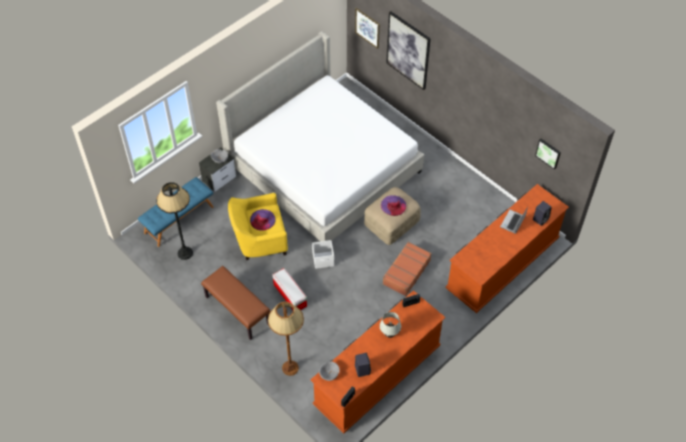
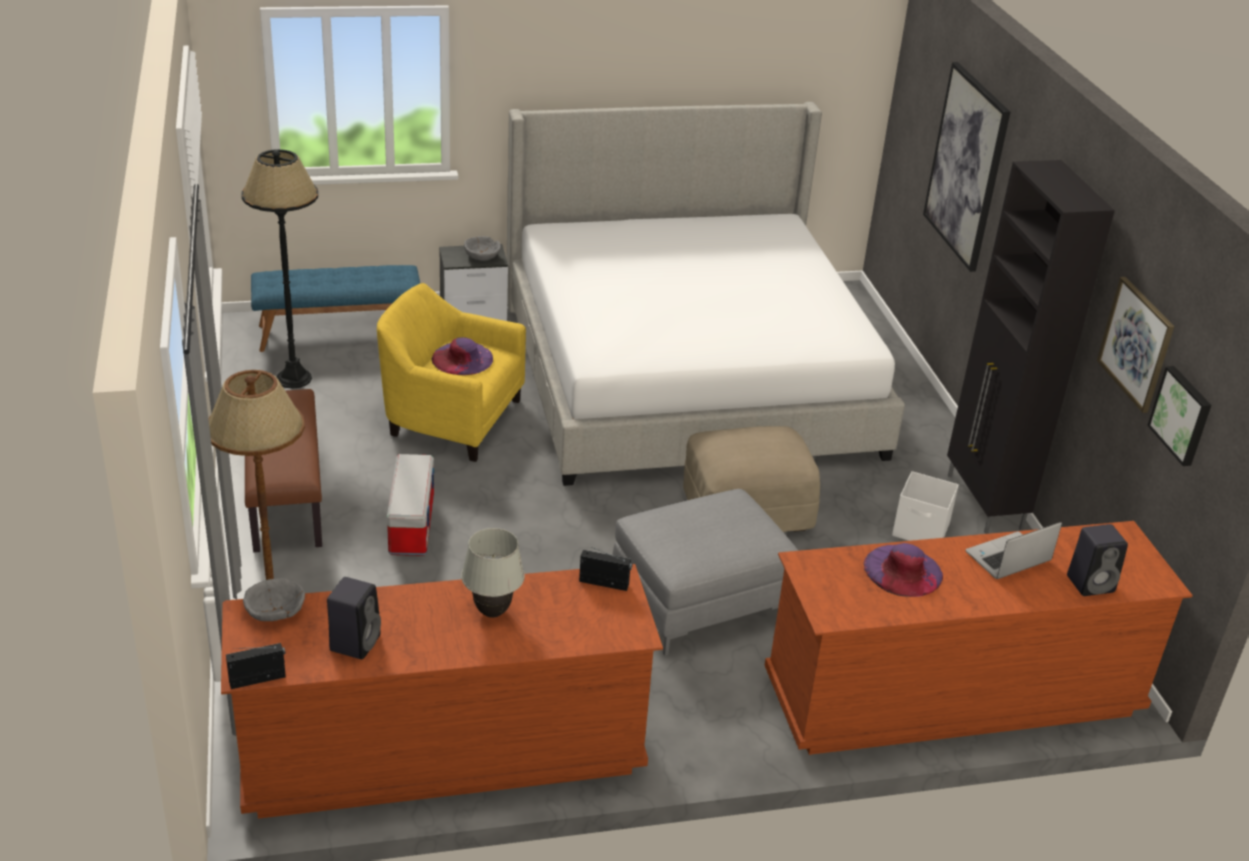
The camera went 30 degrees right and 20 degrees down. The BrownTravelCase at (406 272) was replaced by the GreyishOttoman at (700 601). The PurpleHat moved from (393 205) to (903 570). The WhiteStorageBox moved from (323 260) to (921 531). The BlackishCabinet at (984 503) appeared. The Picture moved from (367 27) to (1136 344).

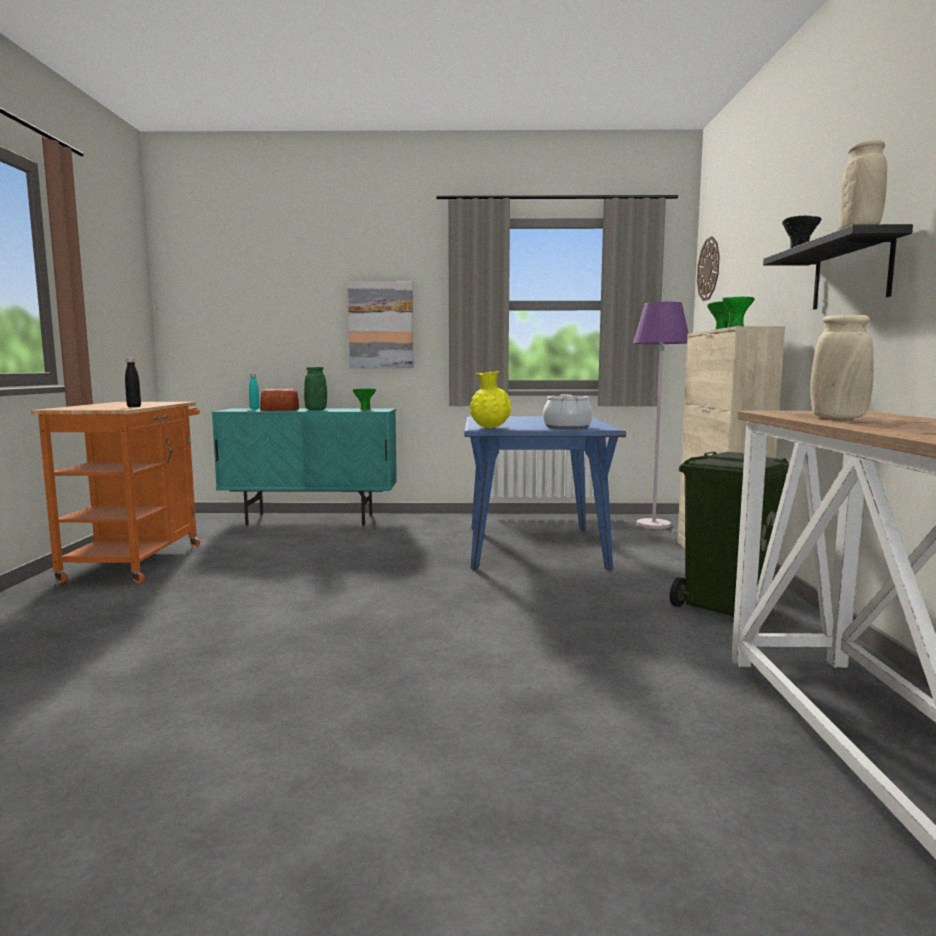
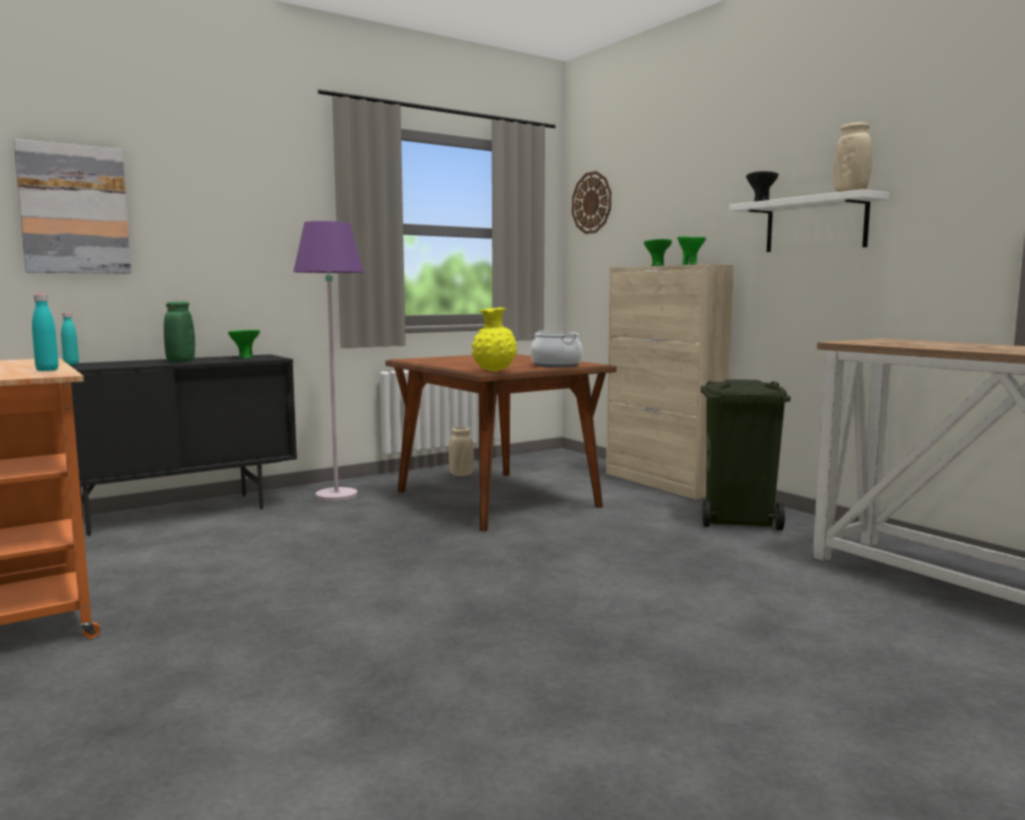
The camera went 35 degrees left and 0 degrees up. The Picture moved from (381 325) to (74 210). The BlackishBottle at (134 407) became the BlueGreenBottle at (47 370). The BlueGreenCabinet at (311 520) became the BlackishCabinet at (174 513). The PurpleStandingLamp moved from (653 525) to (336 496). The BlueDiningTable at (534 547) became the BrownDiningTable at (497 499). The BeigeColouredDecorativeVase moved from (838 418) to (461 475). The BlackishShelf at (851 273) became the WhiteShelf at (815 225). The BakeryBread at (279 410) disappeared.

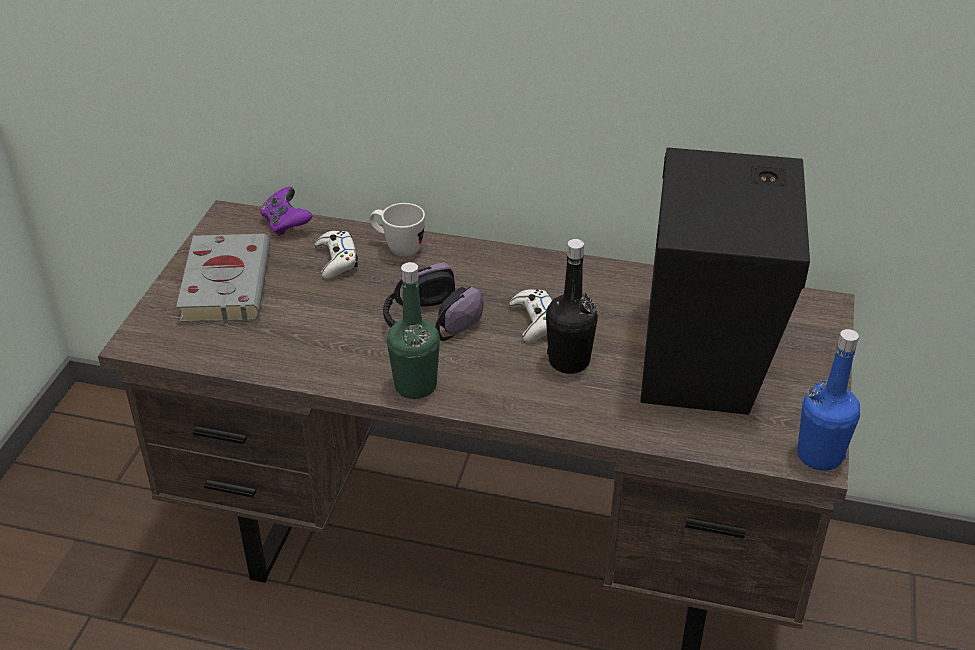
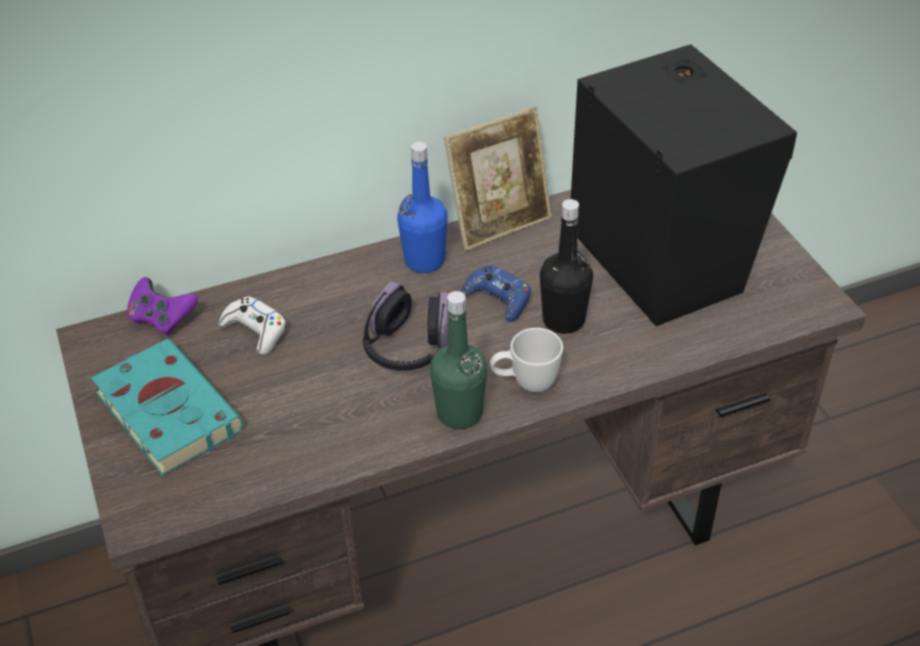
The camera went 35 degrees left and 5 degrees up. The GreyishBook at (226 282) became the BlueGreenBook at (165 409). The BlueBottle moved from (819 455) to (424 261). The StandingFrame at (499 224) appeared. The WhiteGamepad at (534 321) became the BlueGamepad at (498 299). The WhiteCoffeeMug moved from (397 248) to (525 383).

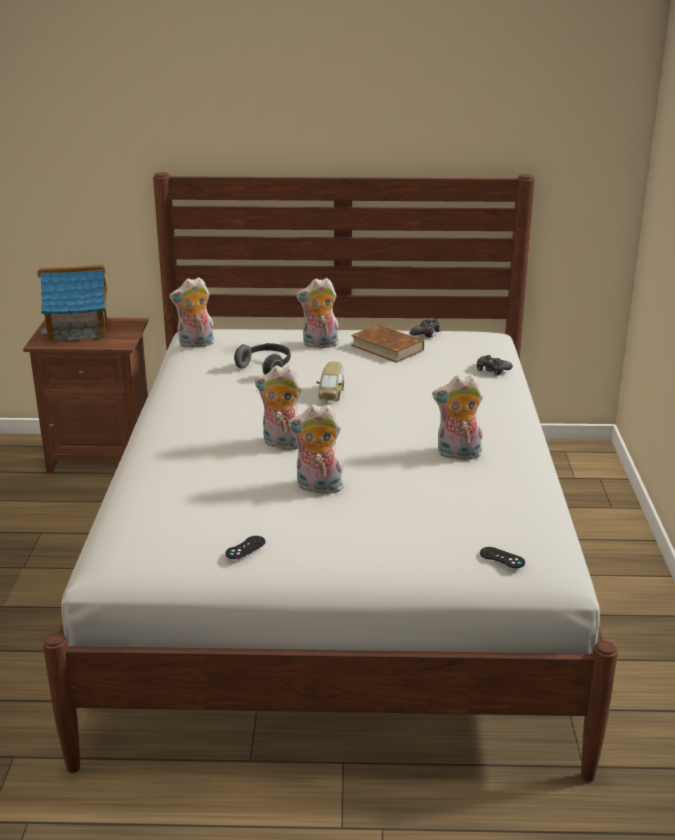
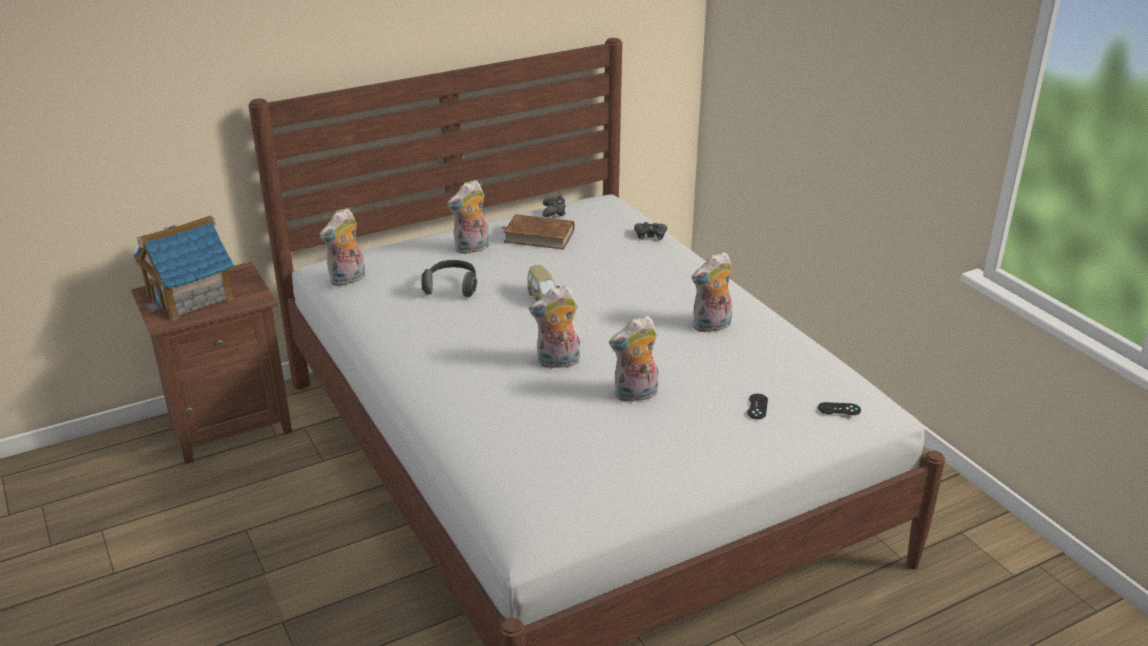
The camera went 30 degrees left and 5 degrees up. The BlackishGamepad moved from (245 548) to (757 406).

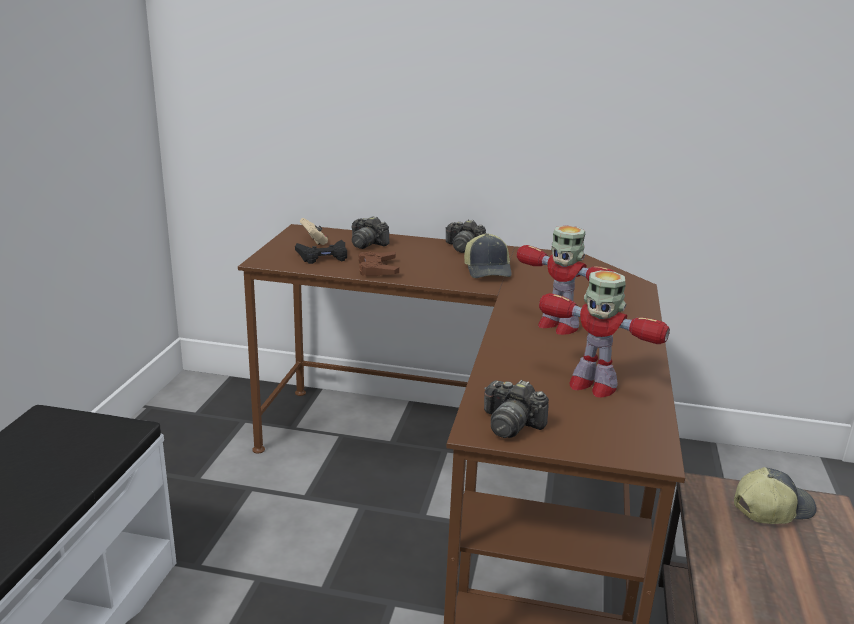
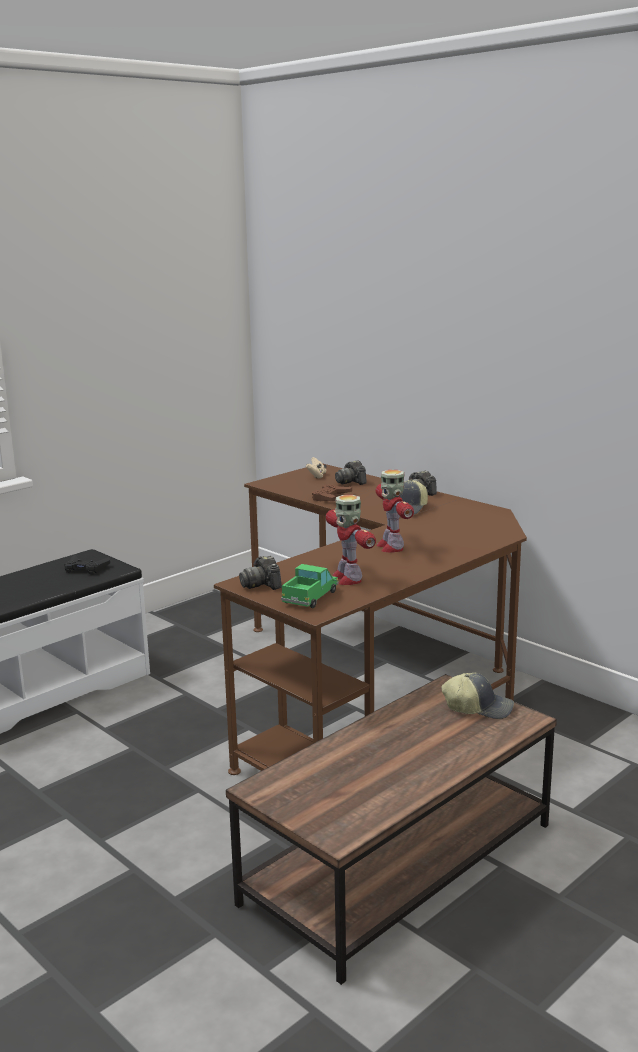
The camera went 35 degrees right and 5 degrees down. The BlackishGamepad moved from (323 256) to (86 568). The ToyTruck at (310 597) appeared.

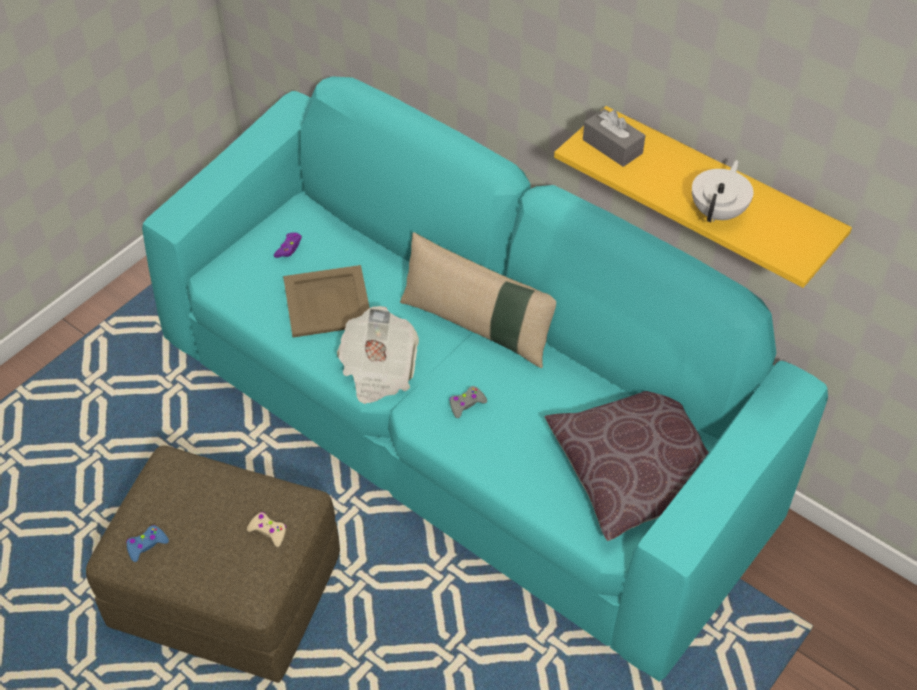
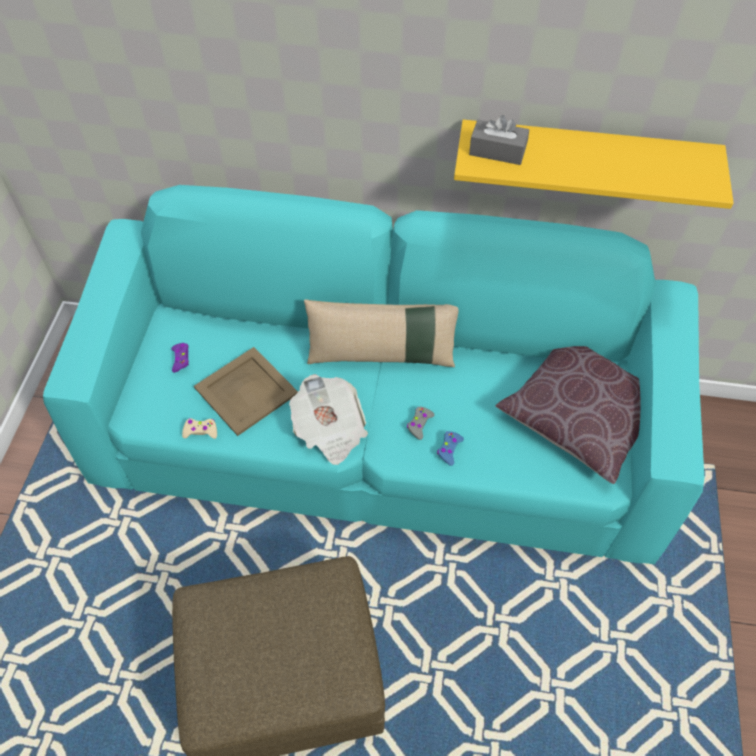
The camera went 30 degrees left and 5 degrees up. The BeigeColouredGamepad moved from (268 531) to (200 431). The BlueGamepad moved from (146 545) to (449 449). The WhiteTeapot at (718 212) disappeared.

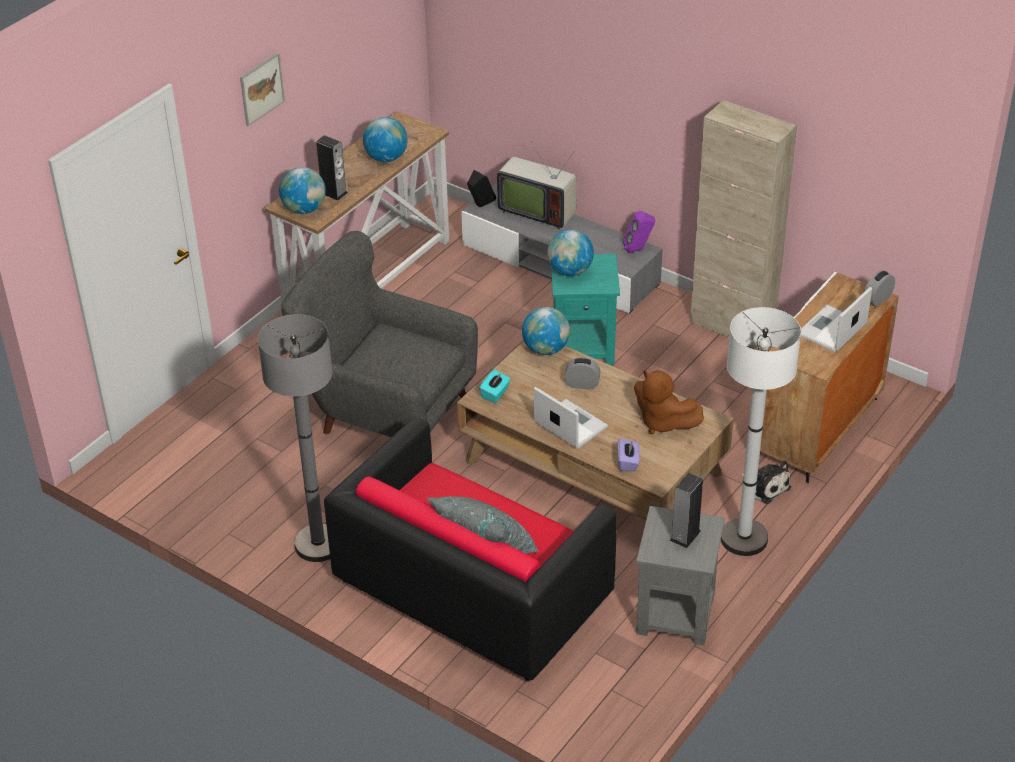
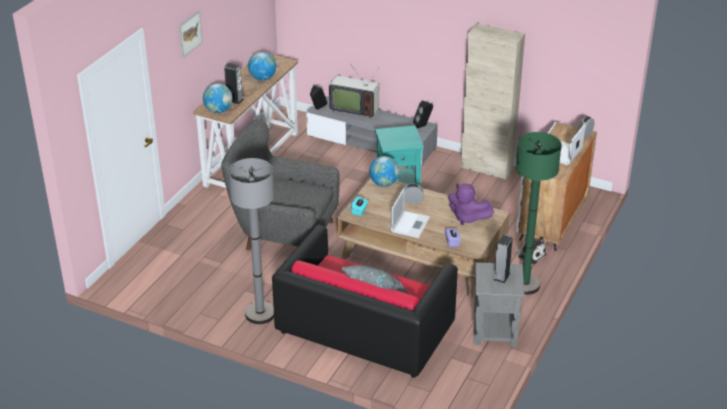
The camera went 10 degrees left and 5 degrees down. The NotebookComputer at (569 424) turned 75 degrees clockwise. The PurpleSpeaker at (639 250) became the BlackishSpeaker at (423 126). The BrownSoftToy at (663 422) became the PurpleSoftToy at (467 218). The WhiteStandingLamp at (744 538) became the GreenStandingLamp at (525 285). The DeskGlobe at (570 271) disappeared.

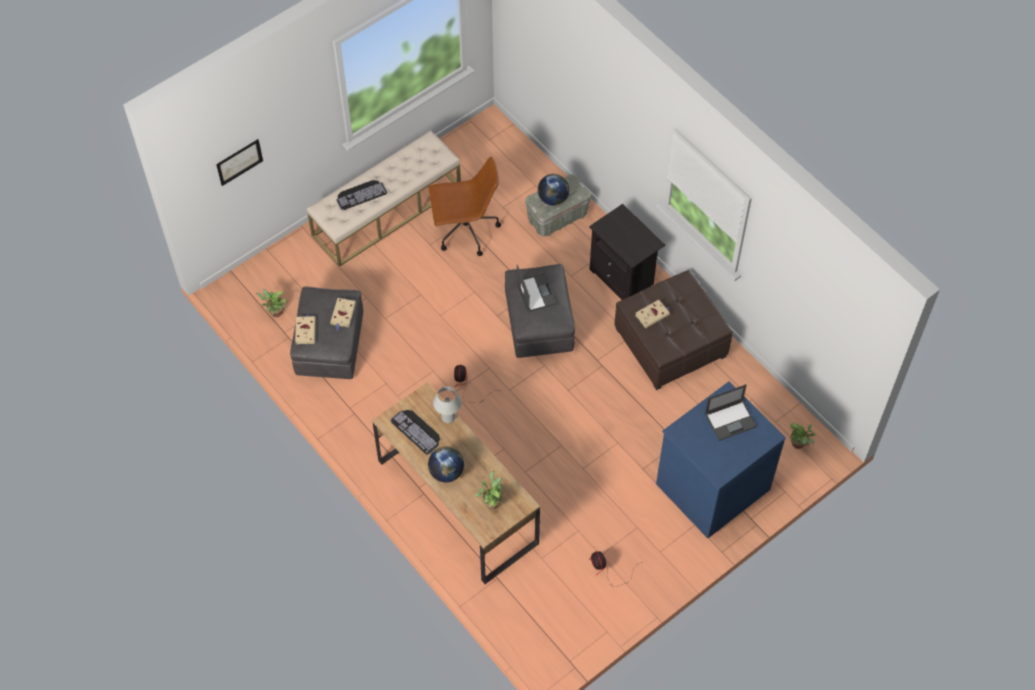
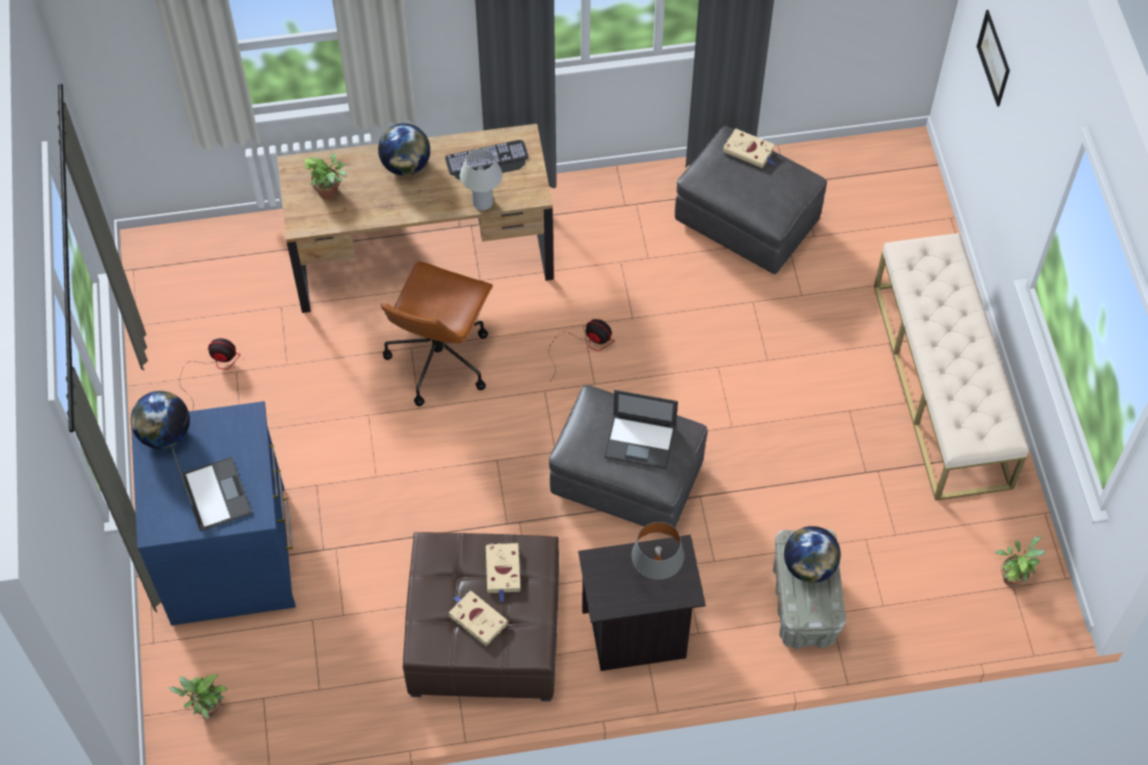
The camera went 120 degrees right and 0 degrees up. The DeskGlobe at (165 434) appeared. The NotebookComputer at (731 420) turned 150 degrees clockwise. The BrownComputerChair moved from (465 231) to (439 358). The BeigeColouredBook moved from (343 315) to (477 619). The GreyishLampForATable at (655 576) appeared. The PlantInAPot moved from (275 312) to (1013 576). The Keyboard at (361 194) disappeared.

